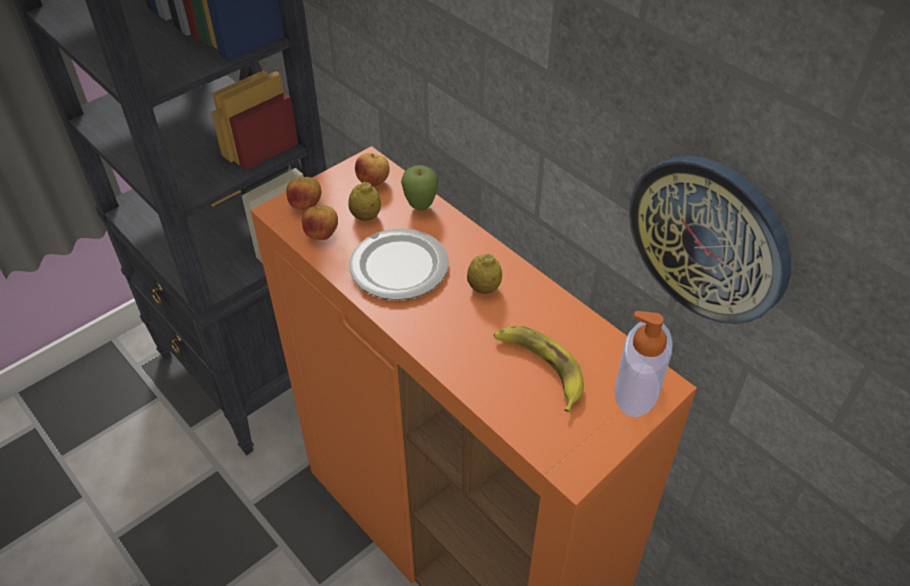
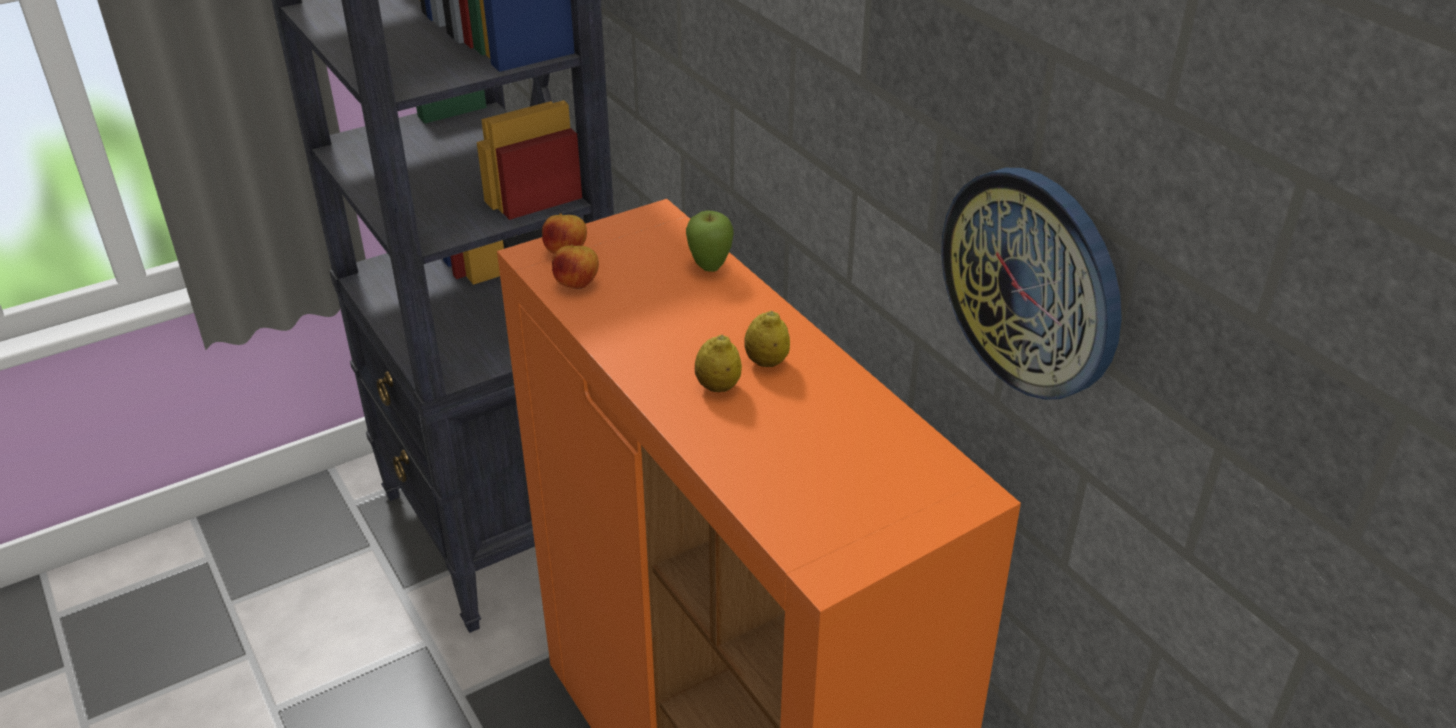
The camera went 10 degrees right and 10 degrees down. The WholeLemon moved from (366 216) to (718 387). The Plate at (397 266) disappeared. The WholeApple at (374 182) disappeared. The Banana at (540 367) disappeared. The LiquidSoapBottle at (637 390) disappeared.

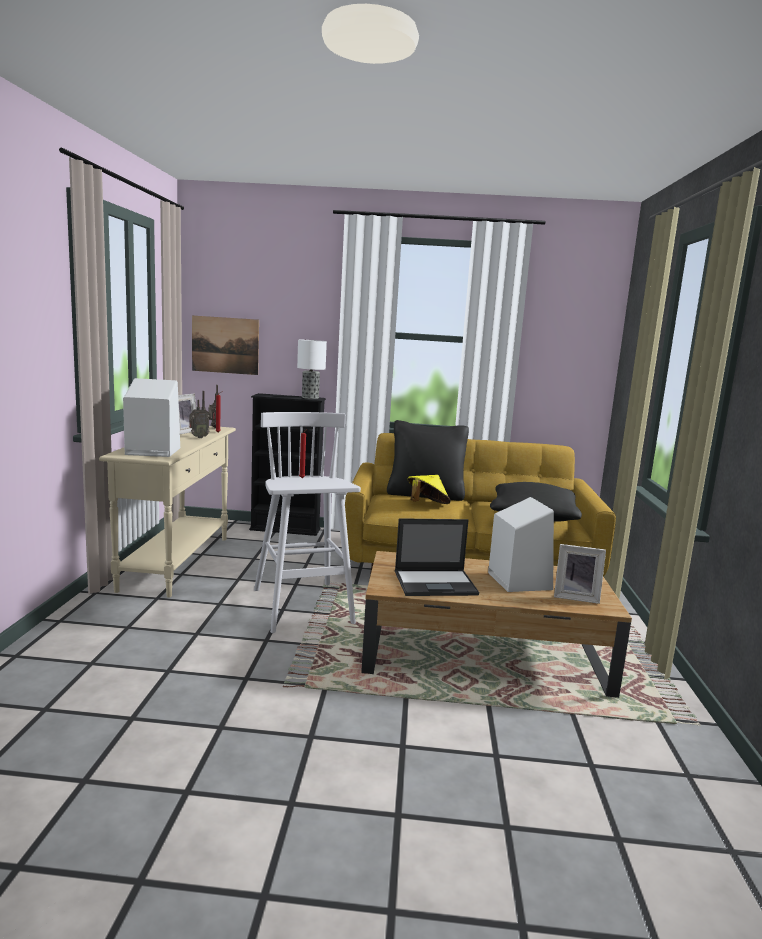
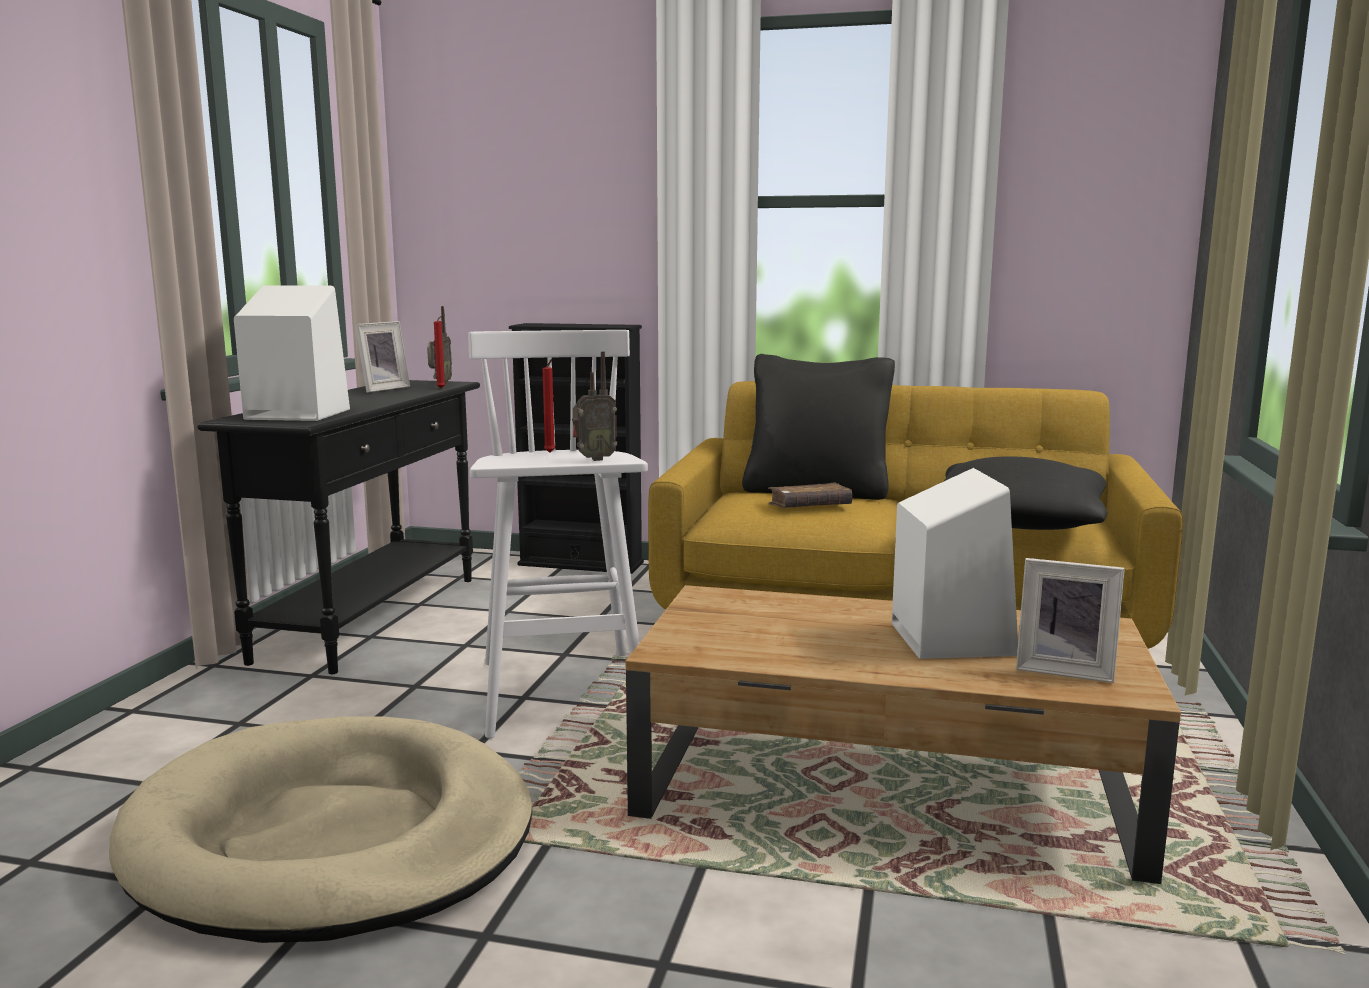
The camera went 10 degrees right and 0 degrees up. The BeigeColouredDogBed at (332 838) appeared. The BeigeColouredConsoleTable at (177 562) became the BlackishConsoleTable at (372 617). The Radio moved from (198 437) to (593 459). The YellowColouredHat at (427 505) was replaced by the BrownBook at (809 507). The Picture at (225 345) disappeared. The LampForATable at (310 397) disappeared. The NotebookComputer at (436 583) disappeared.

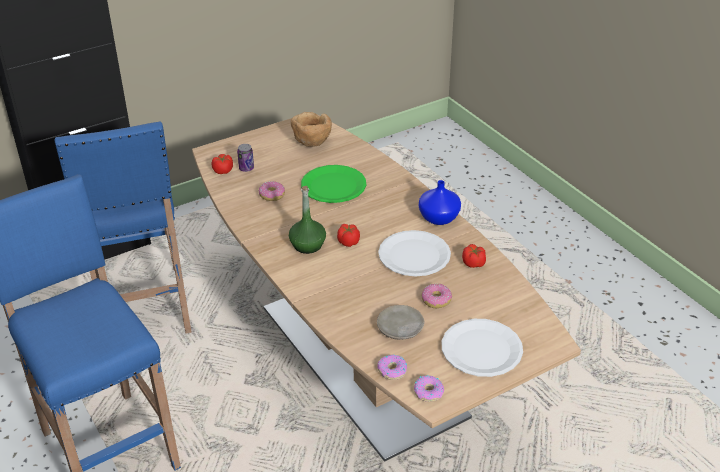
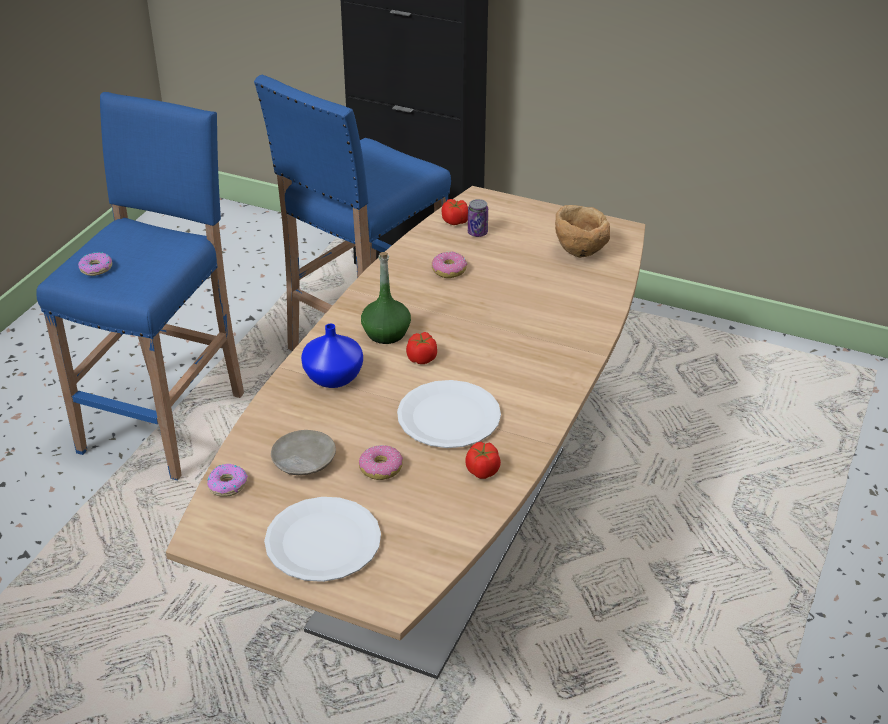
The camera went 55 degrees right and 0 degrees up. The RingDoughnut moved from (428 392) to (96 268). The BlueDecorativeVase moved from (438 218) to (333 377). The GreenPlate at (333 186) disappeared.

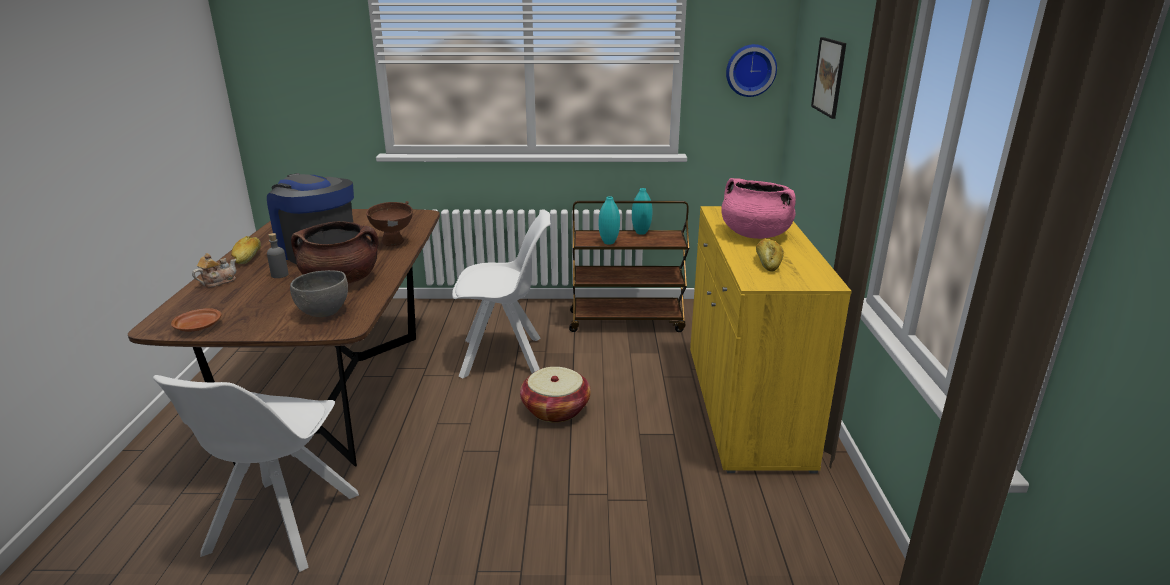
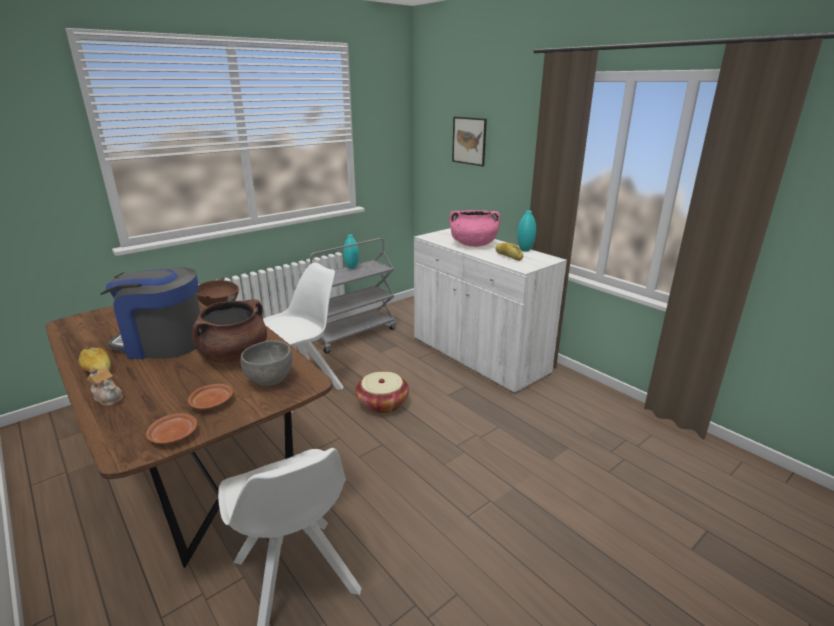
The camera went 40 degrees left and 0 degrees up. The Teapot at (218 282) turned 120 degrees clockwise. The BrownPlate at (212 402) appeared. The BrownTrolley at (627 321) became the GreyishTrolley at (353 334). The YellowColouredCabinet at (745 405) became the WhiteCabinet at (478 355). The BlueGreenDecorativeVase moved from (609 242) to (525 250). The GreyishBottle at (280 275) disappeared. The ClockOnTheWall at (750 70) disappeared.

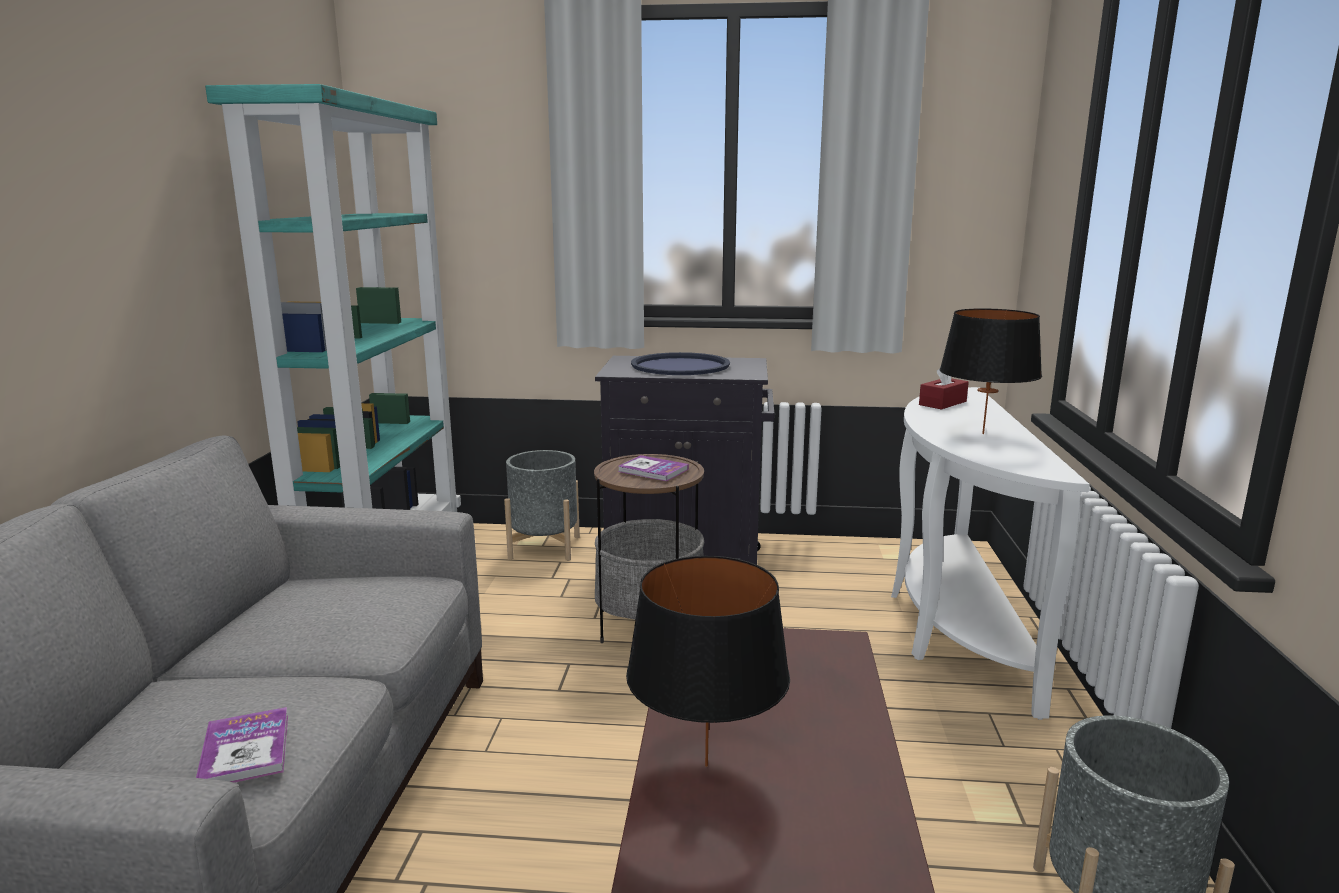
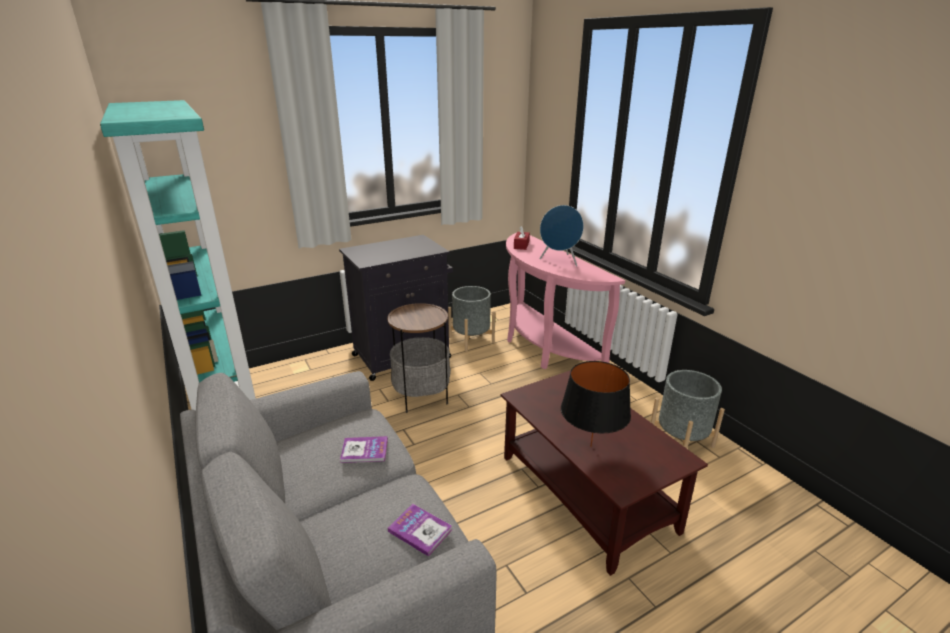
The camera went 35 degrees left and 10 degrees up. The Book moved from (653 470) to (364 451). The GreyishPlantPot moved from (544 547) to (471 339). The WhiteConsoleTable at (952 626) became the PinkColouredConsoleTable at (543 348). The BlackishLampForATable at (983 434) was replaced by the BlueSpeaker at (559 261). The BlueTray at (680 366) disappeared.

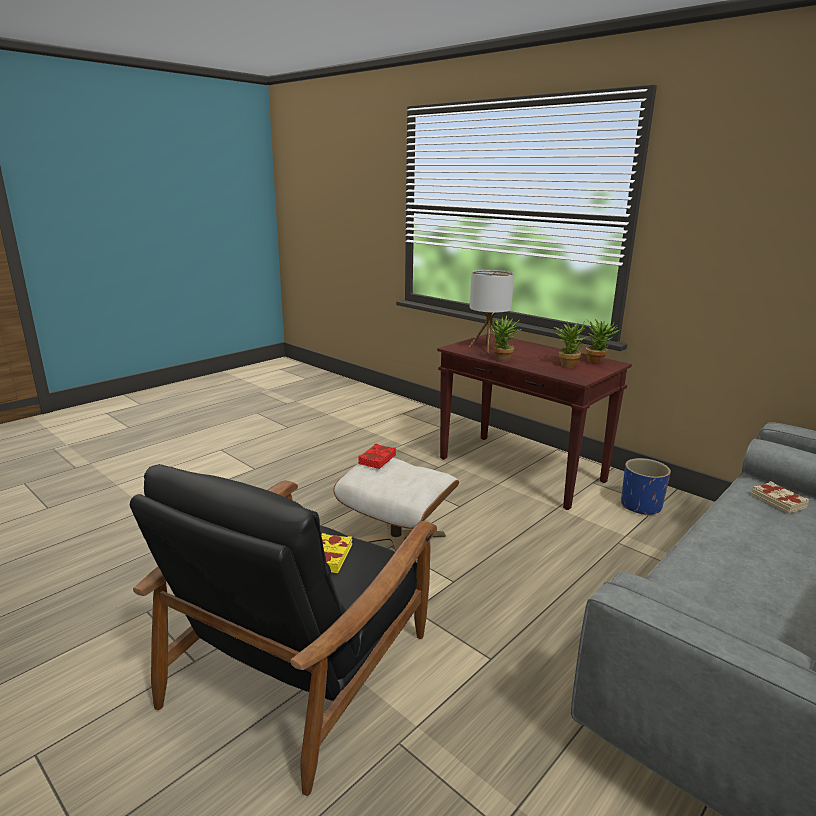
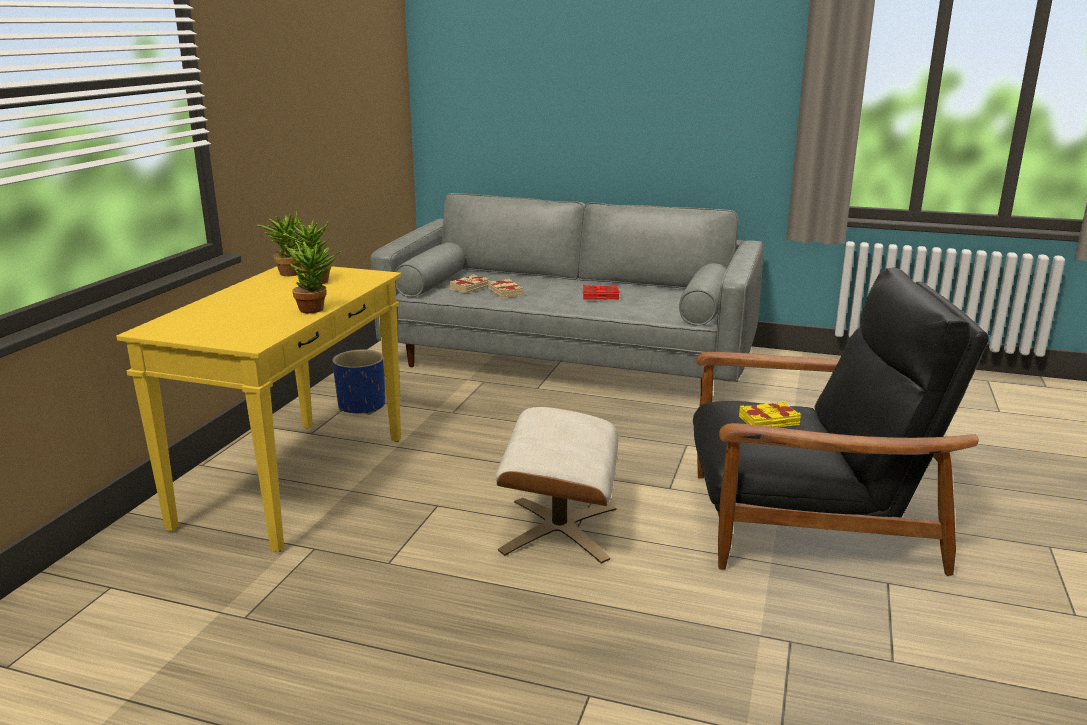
The camera went 115 degrees left and 0 degrees up. The BrownConsoleTable at (522 470) became the YellowColouredConsoleTable at (294 480). The BeigeColouredBook at (506 292) appeared. The RedColouredBook moved from (376 459) to (600 296). The LampForATable at (487 347) disappeared.

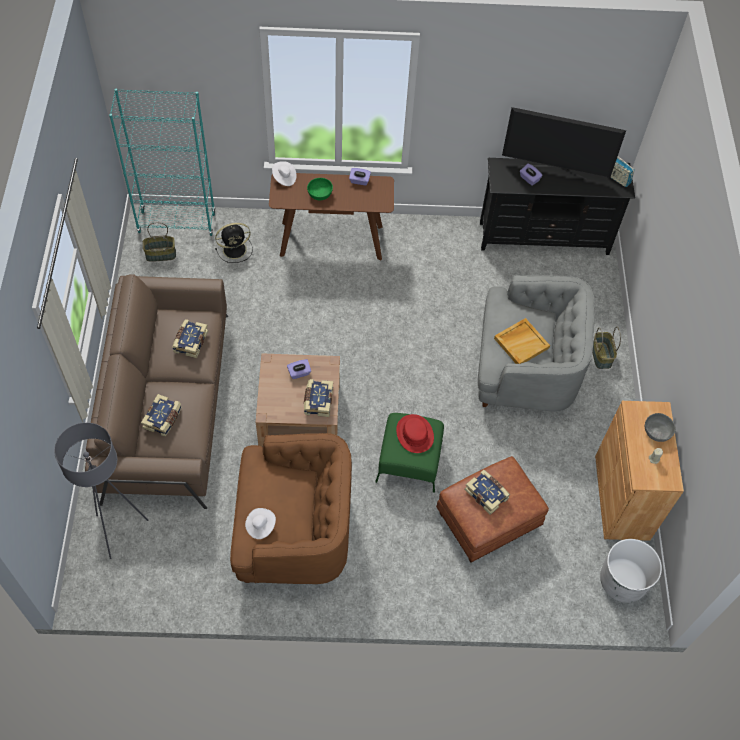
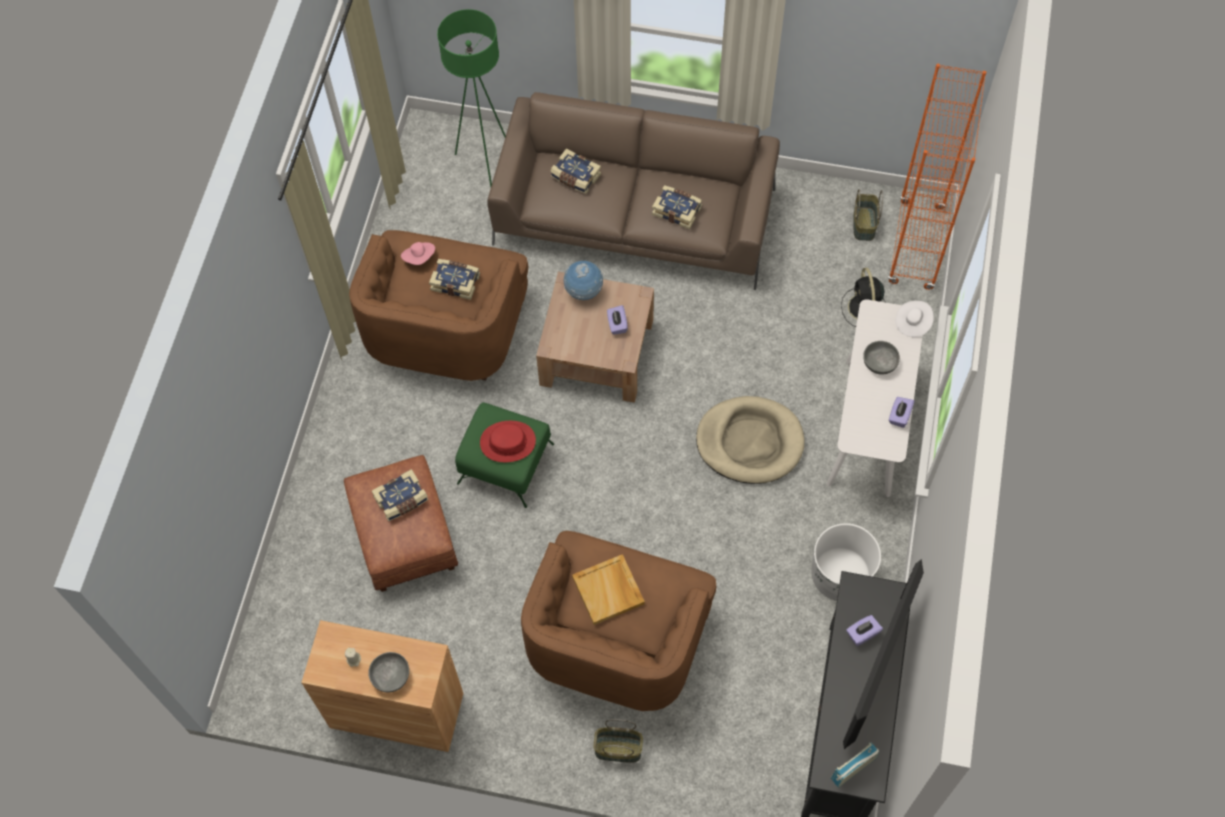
The camera went 105 degrees right and 5 degrees up. The WhiteHat at (260 526) became the PinkColouredHat at (419 257). The Book moved from (318 401) to (456 282). The GreyishStandingLamp at (119 531) became the GreenStandingLamp at (485 163). The GreyishEasyChair at (525 367) became the BrownEasyChair at (617 637). The DeskGlobe at (583 291) appeared. The BeigeColouredDogBed at (750 442) appeared. The WhitePlantPot moved from (622 581) to (840 575). The BrownConsoleTable at (331 240) became the WhiteConsoleTable at (868 427). The GreenServingBowl at (320 194) became the GreyishServingBowl at (879 363). The BlueGreenBookcase at (177 223) became the OrangeBookcase at (916 245).

